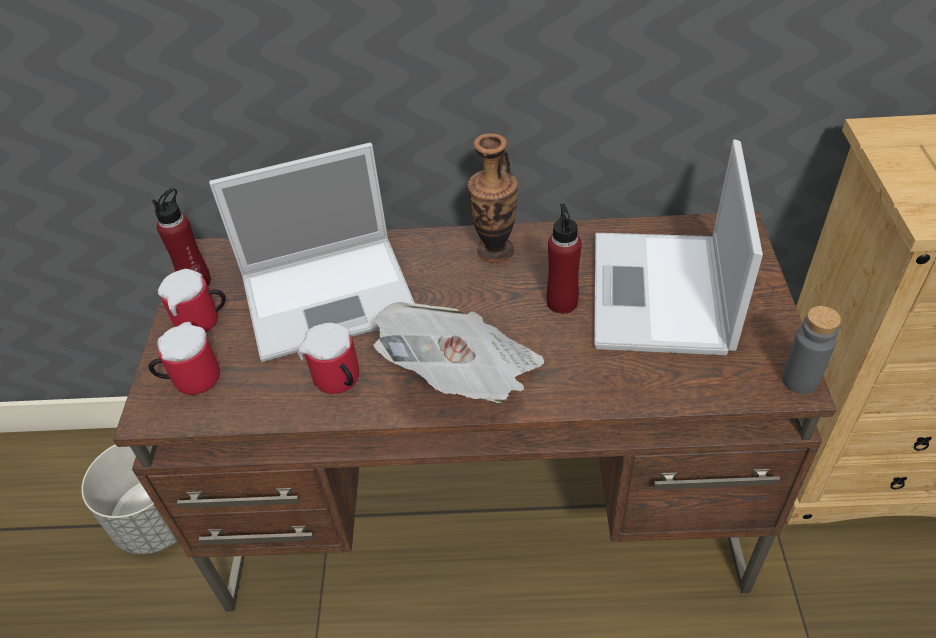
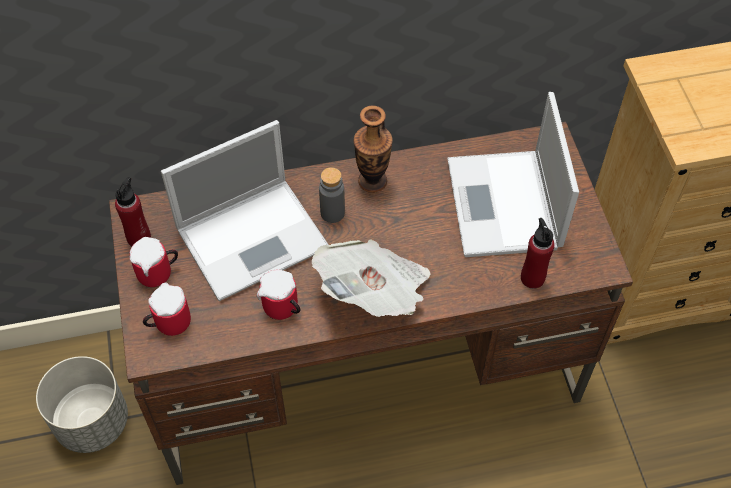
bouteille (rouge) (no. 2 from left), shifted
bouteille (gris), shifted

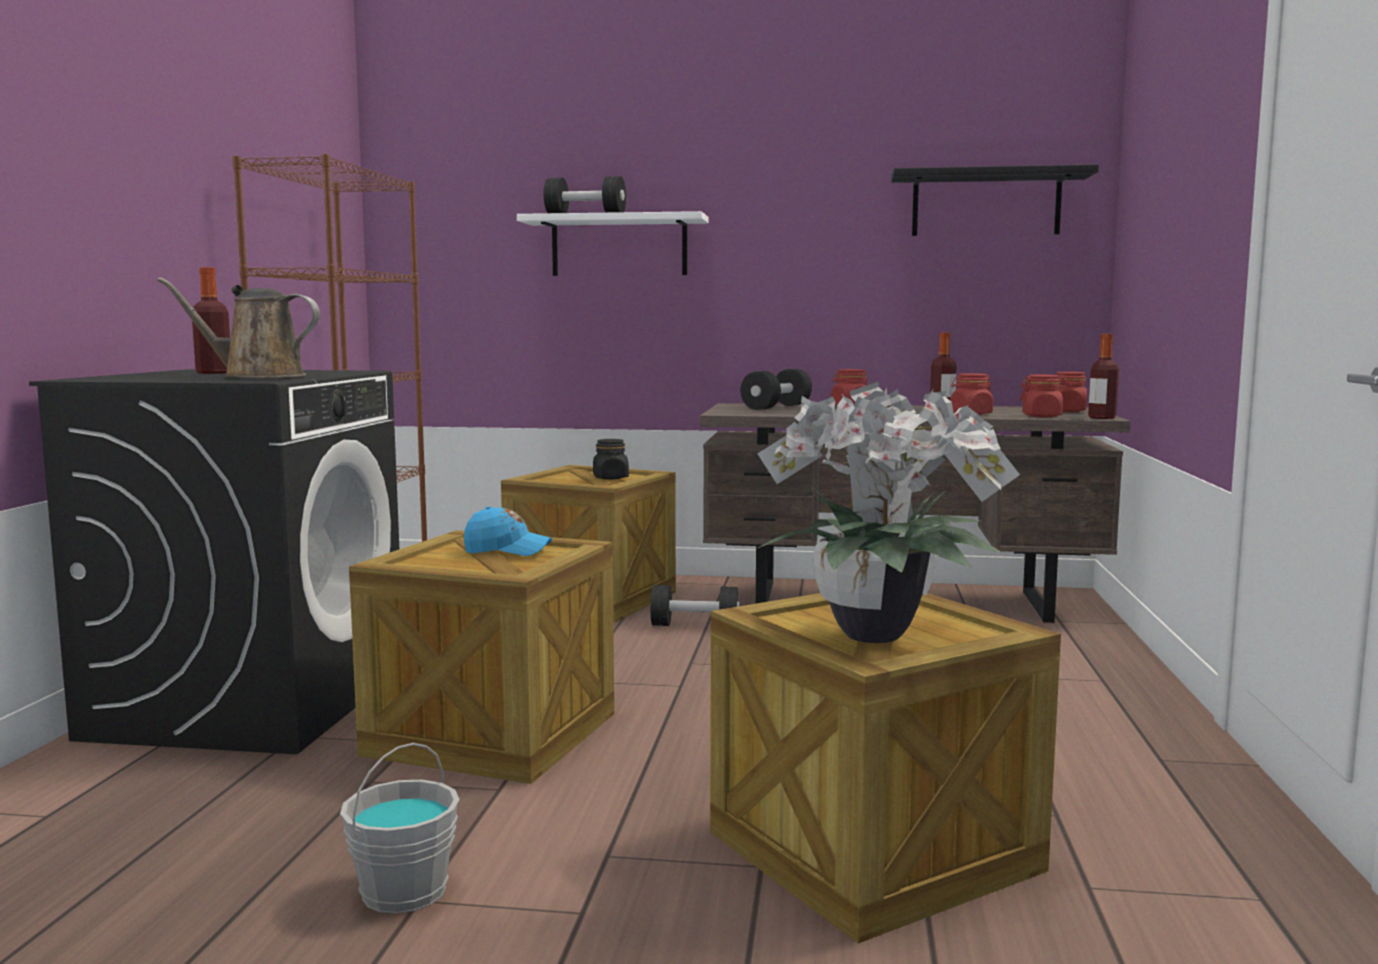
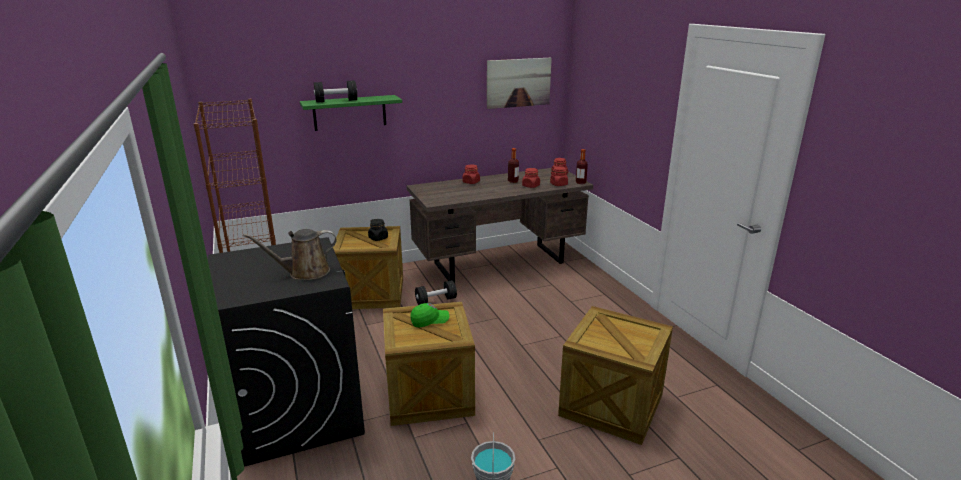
bouteille (no. 1 from left) -> none
haltère (noir) (no. 3 from left) -> none
plante en pot -> none
étagère (noir) -> tableau
casquette (bleu) -> casquette (vert)
étagère (blanc) -> étagère (vert)

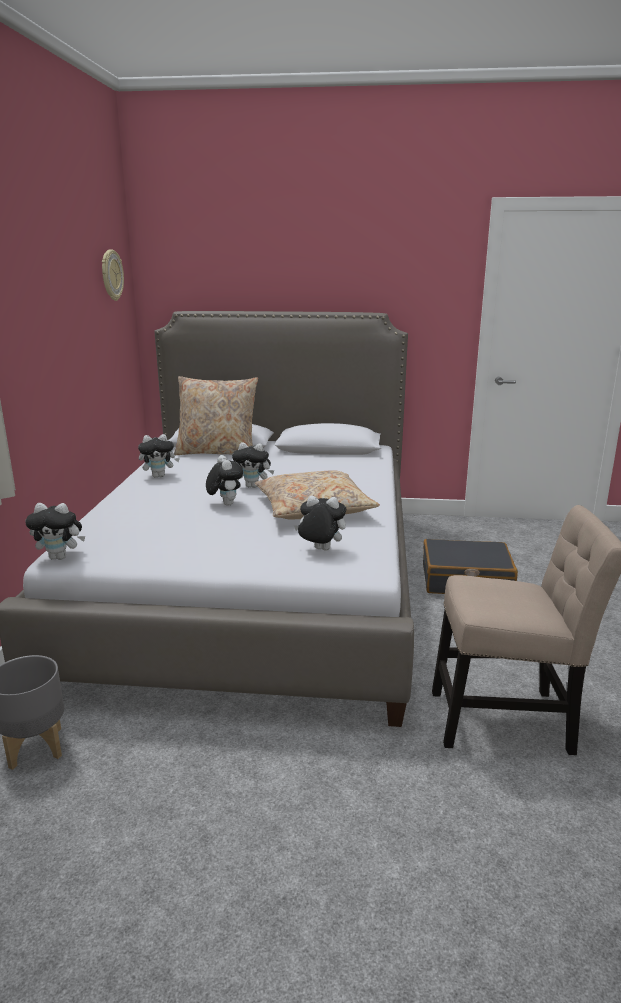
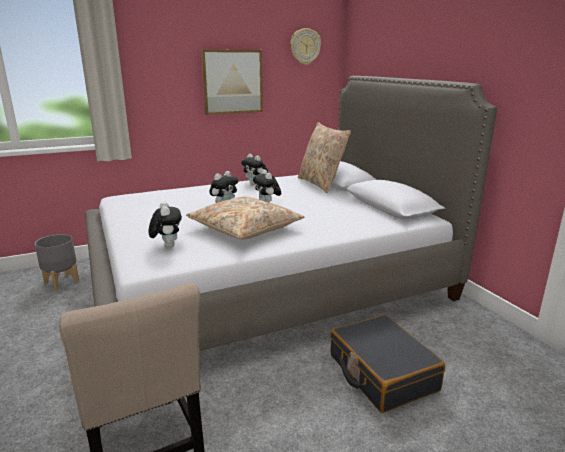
peluche (no. 1 from left) -> none
none -> tableau

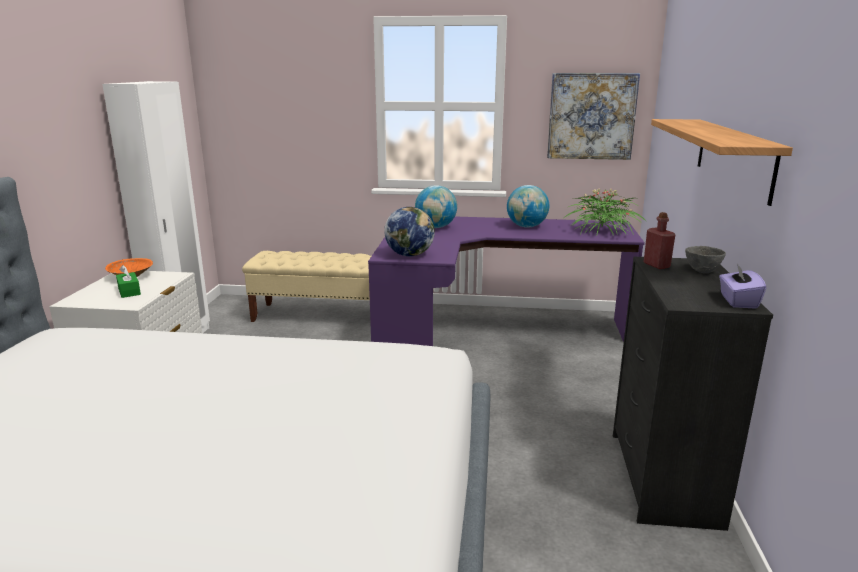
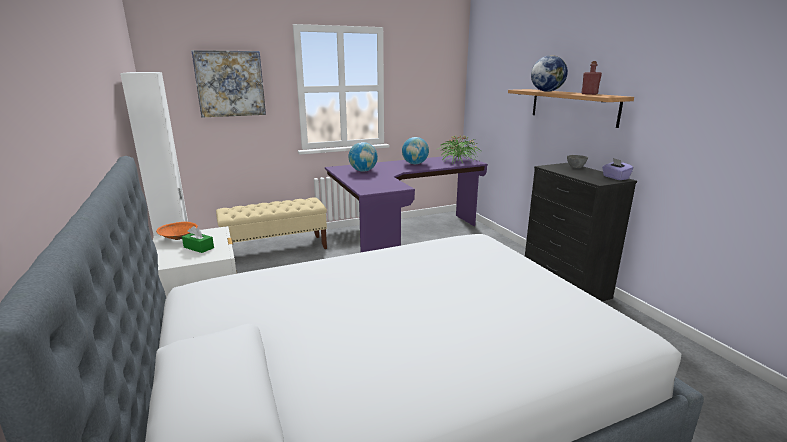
globe (no. 1 from left in the first image) -> globe (no. 3 from left), shifted
tableau, shifted
bouteille (rouge), shifted

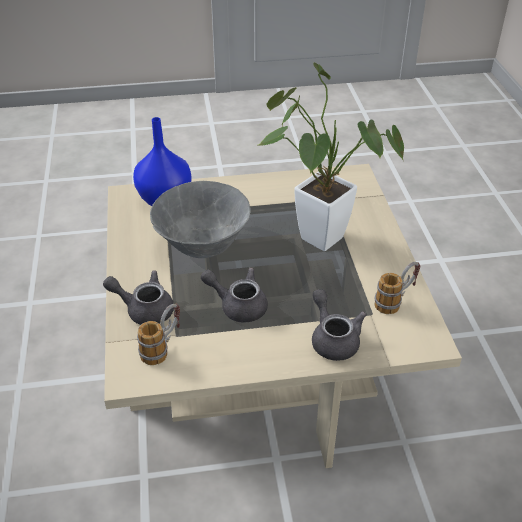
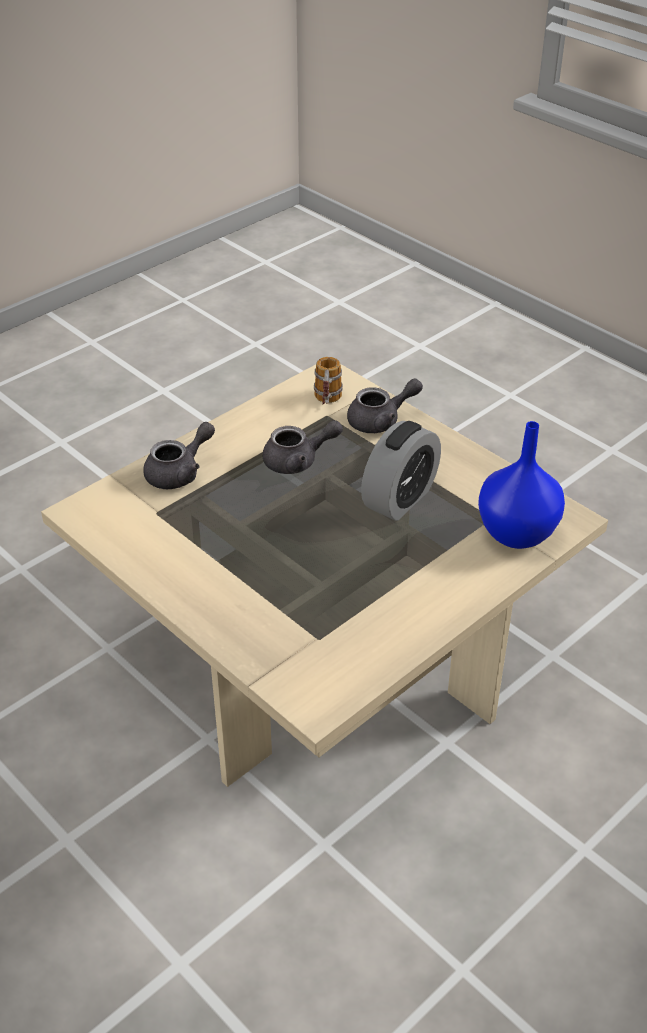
plante en pot -> none
mug (no. 2 from left) -> none
bol (gris) -> réveil
théière (gris) (no. 3 from left in the first image) -> théière (gris) (no. 1 from left), 75 degrees counterclockwise

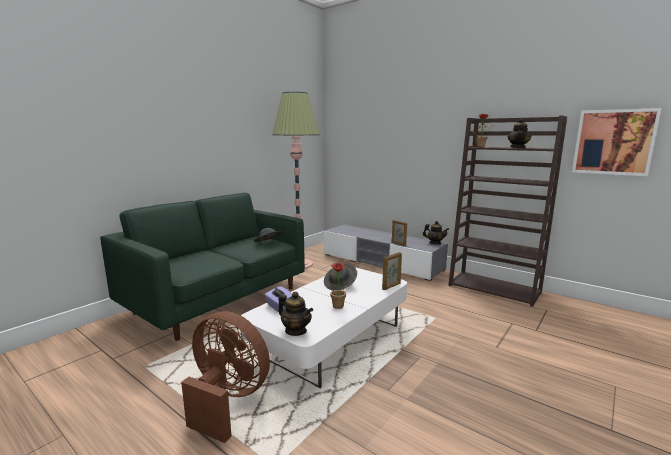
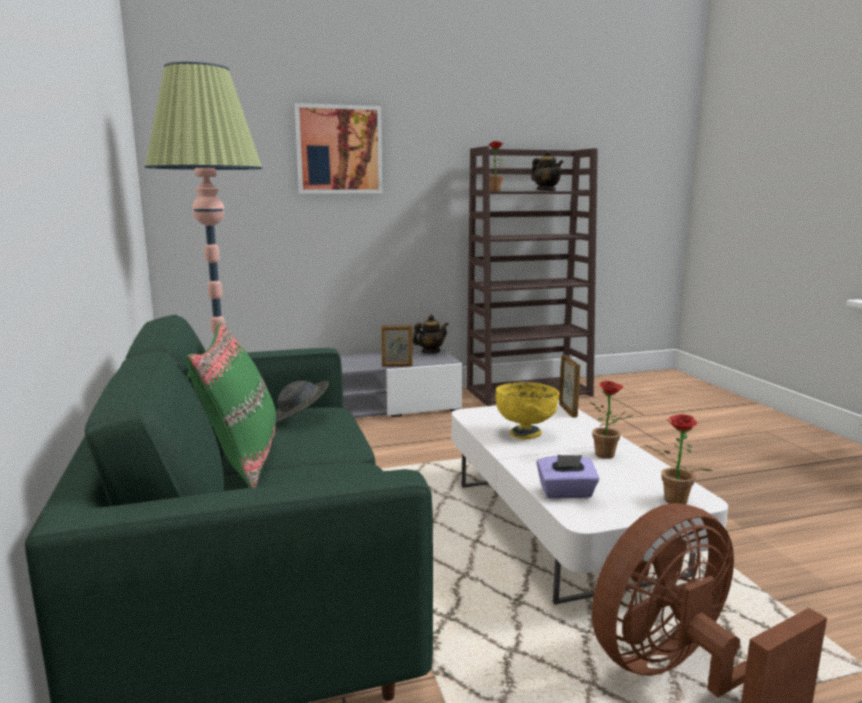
none -> coussin (vert)
tableau, shifted
théière (no. 1 from left) -> plante en pot (no. 3 from left)
chapeau (gris) (no. 2 from left) -> bol (jaune)

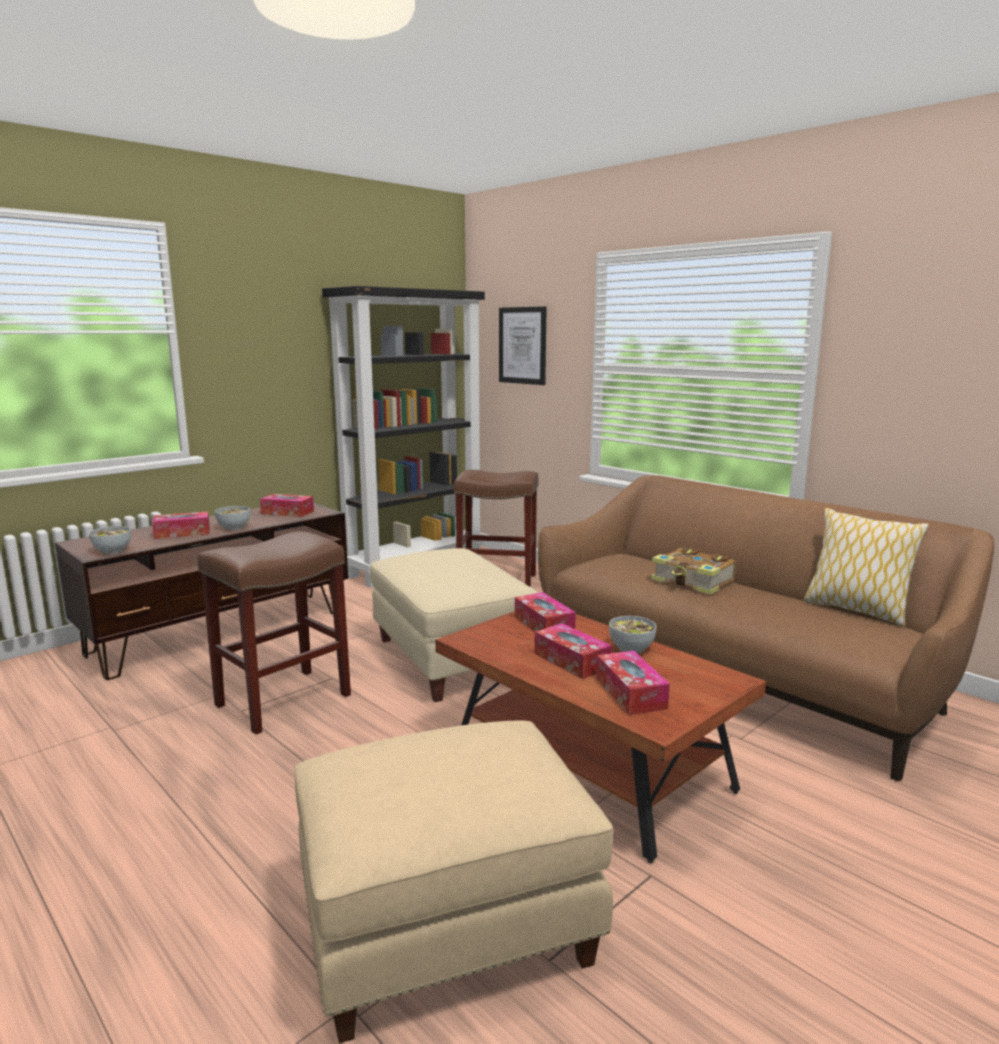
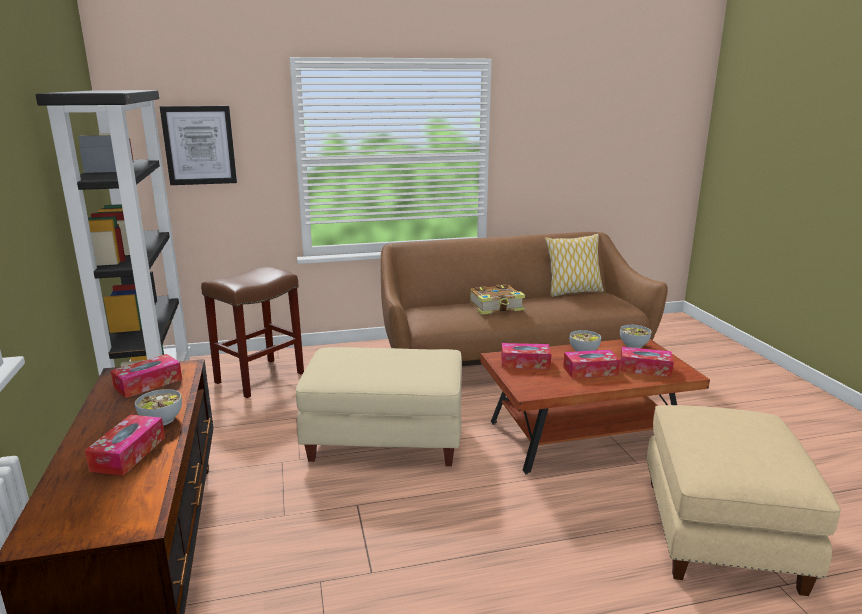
tabouret (marron) (no. 1 from left) -> none
bol (no. 1 from left in the first image) -> bol (no. 3 from left), shifted

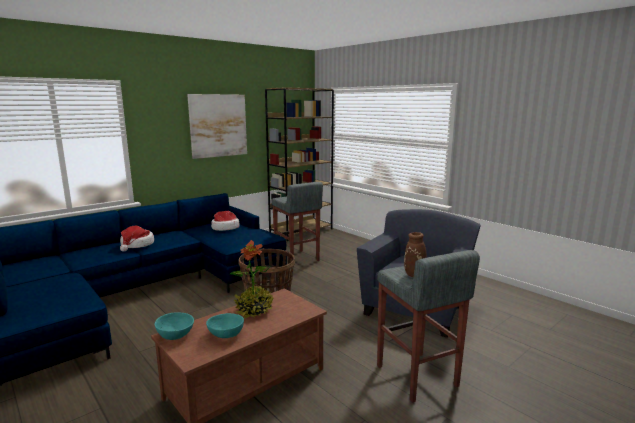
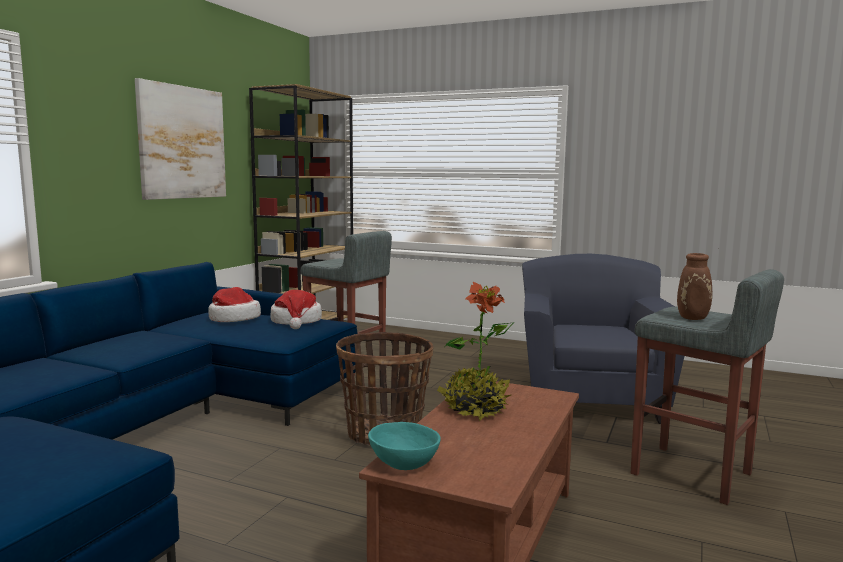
bol (turquoise) (no. 2 from left) -> none
chapeau (no. 1 from left in the first image) -> chapeau (no. 2 from left), shifted

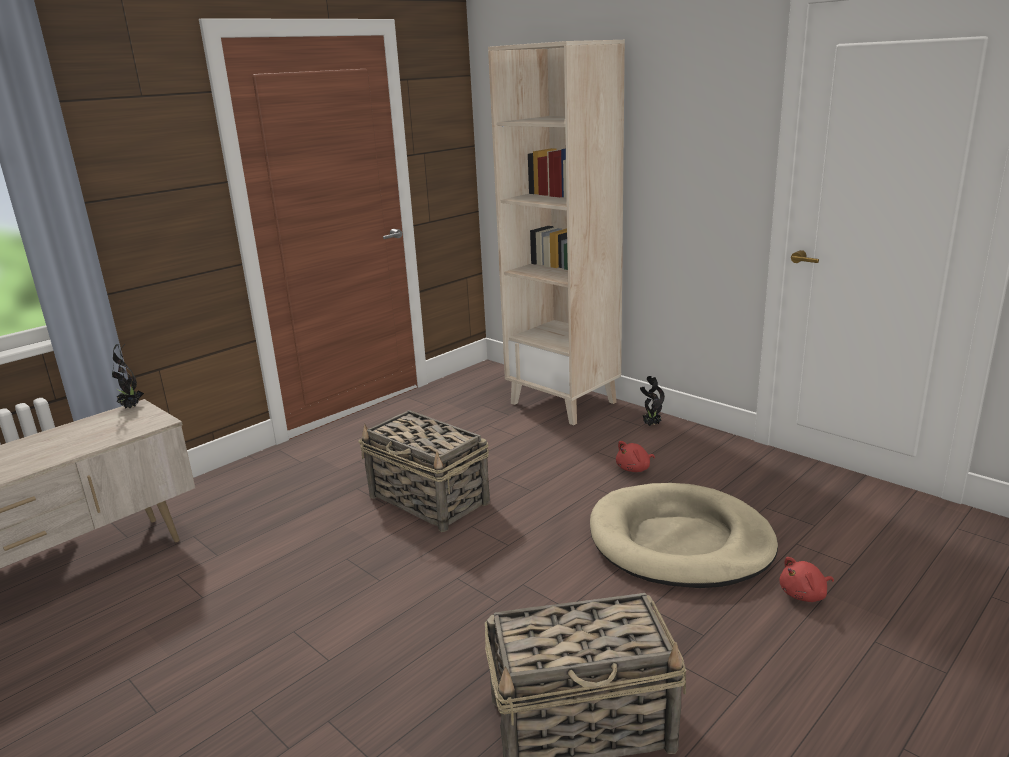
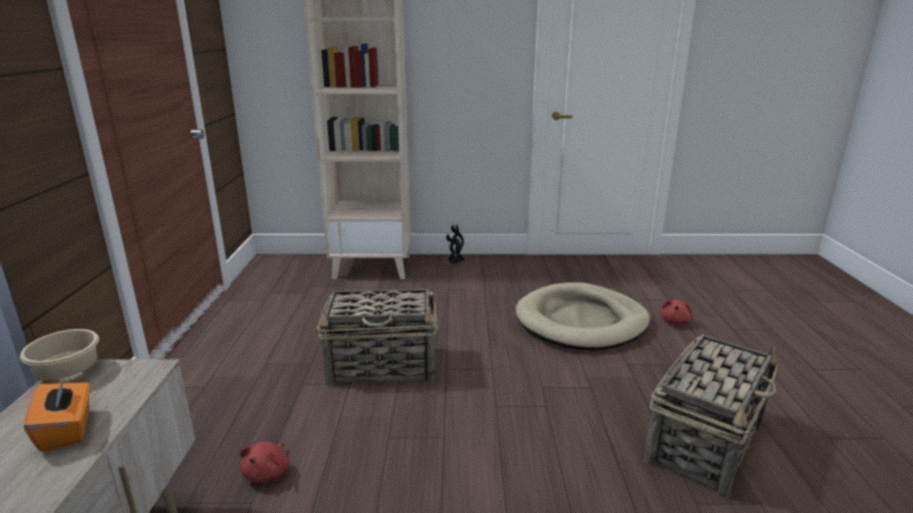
none -> boîte à mouchoirs (orange)
peluche (rouge) (no. 1 from left), shifted
plante en pot (no. 1 from left) -> bol (beige)

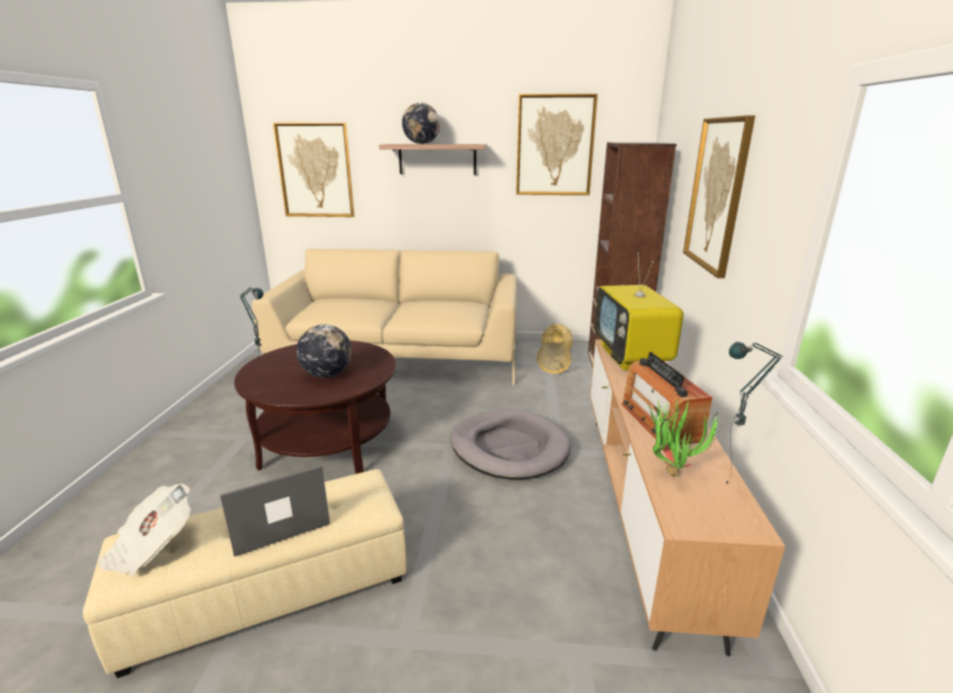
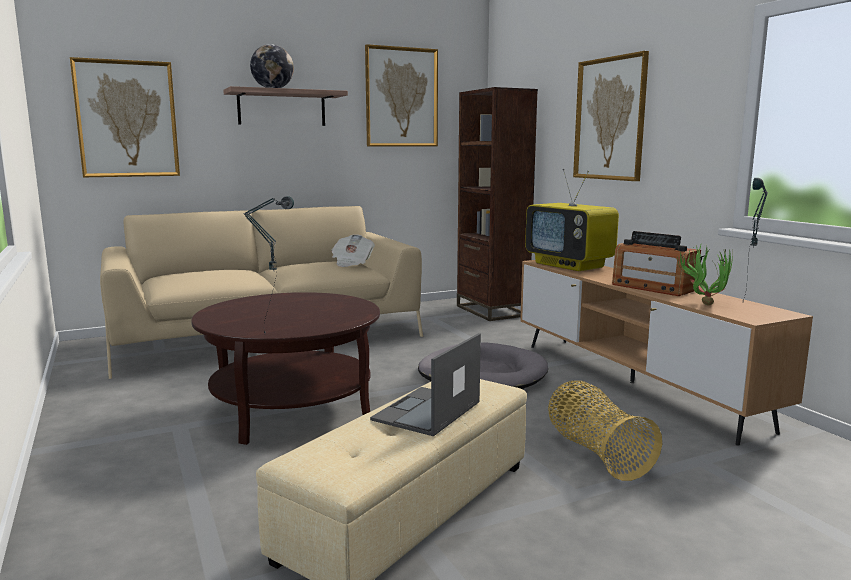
globe (no. 1 from left) -> none
journal, shifted
panier, shifted

